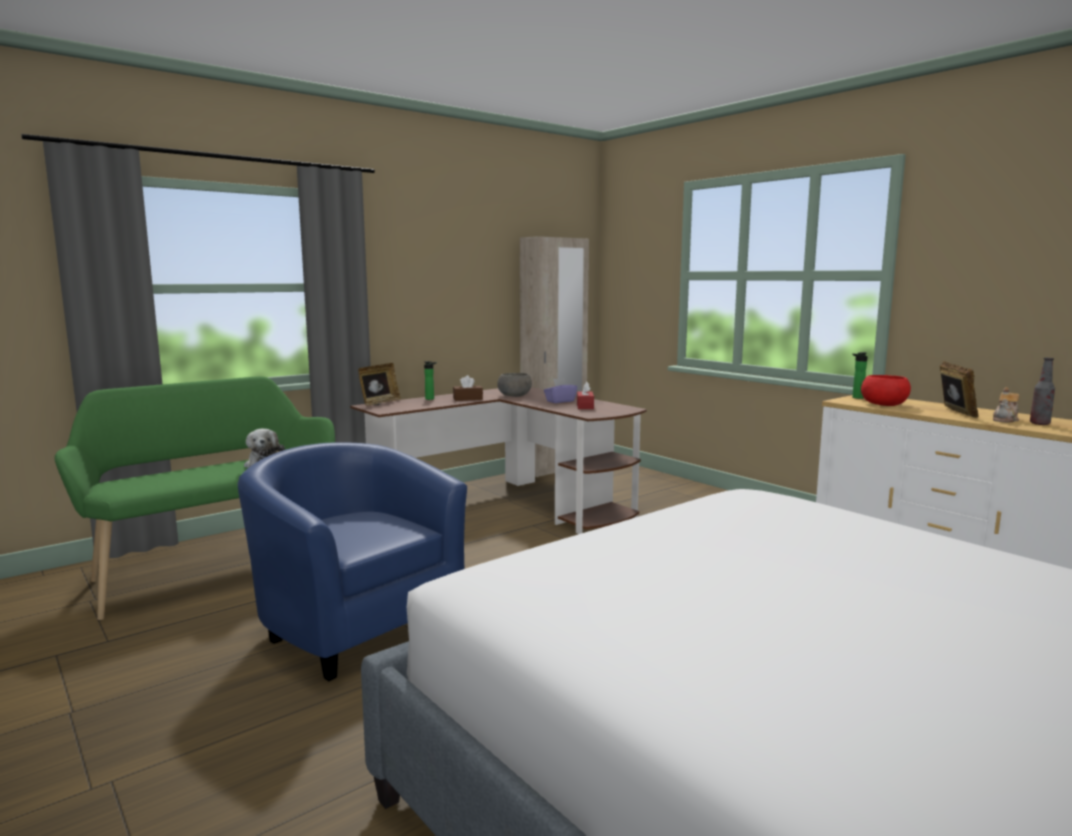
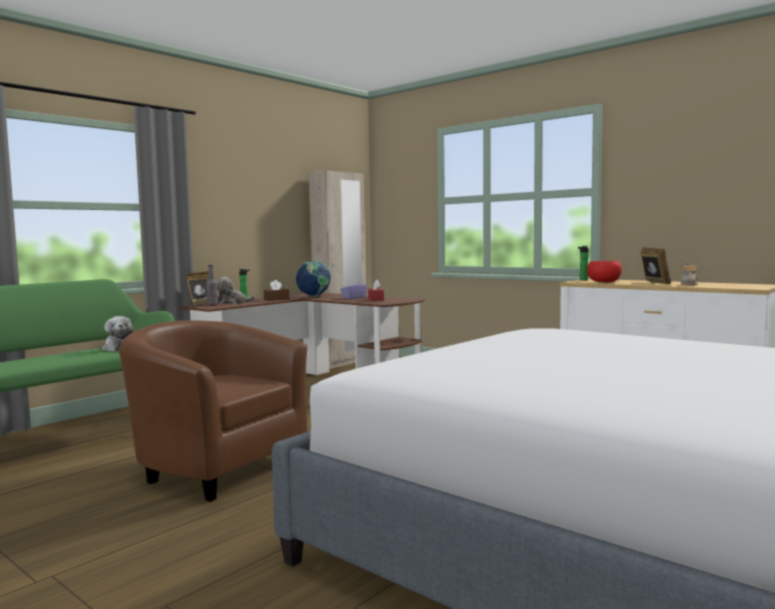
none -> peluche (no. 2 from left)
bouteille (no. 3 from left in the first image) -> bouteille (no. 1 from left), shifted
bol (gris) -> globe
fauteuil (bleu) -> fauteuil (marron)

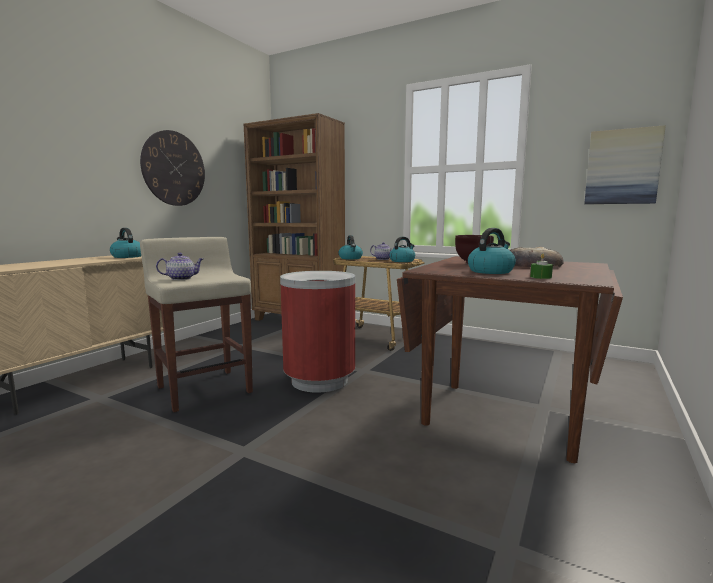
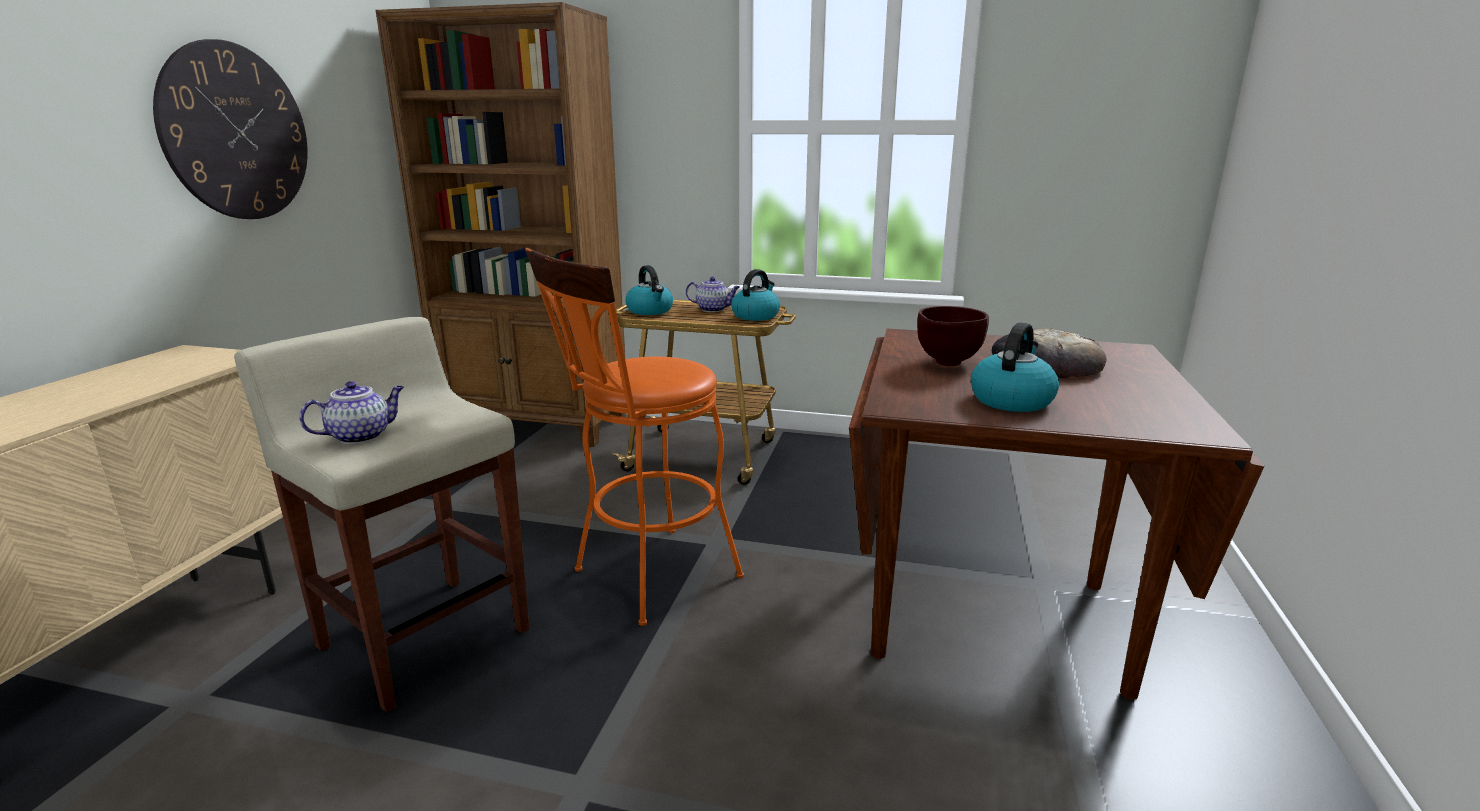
bouilloire (no. 1 from left) -> none
bougie (vert) -> none
tableau -> none
poubelle (rouge) -> tabouret (orange)

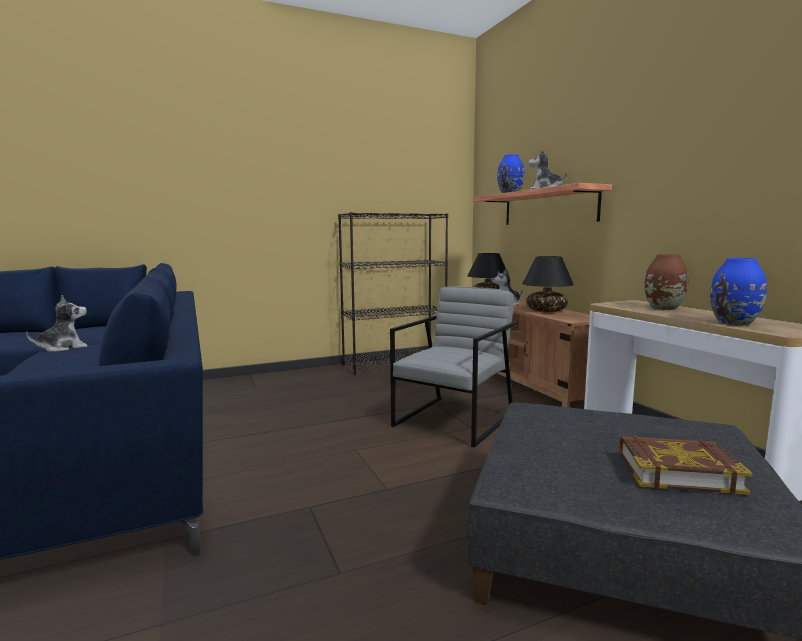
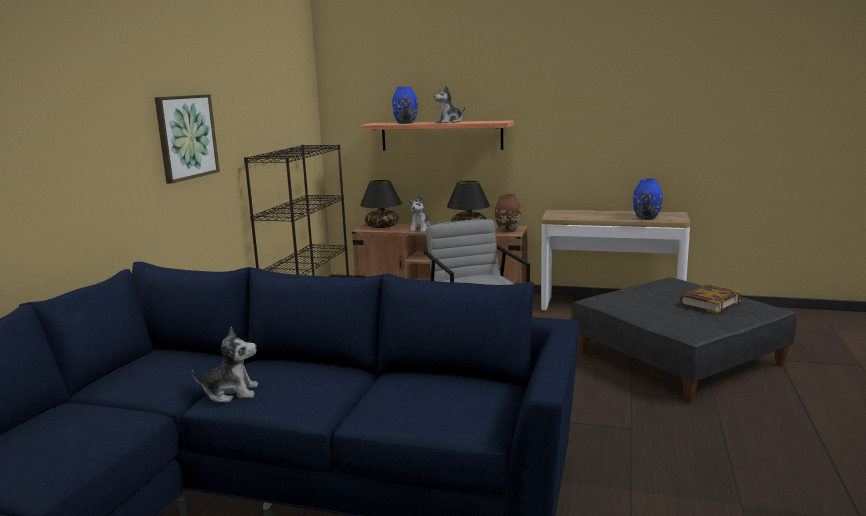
none -> tableau
vase (marron), shifted
peluche (no. 1 from left), 90 degrees clockwise

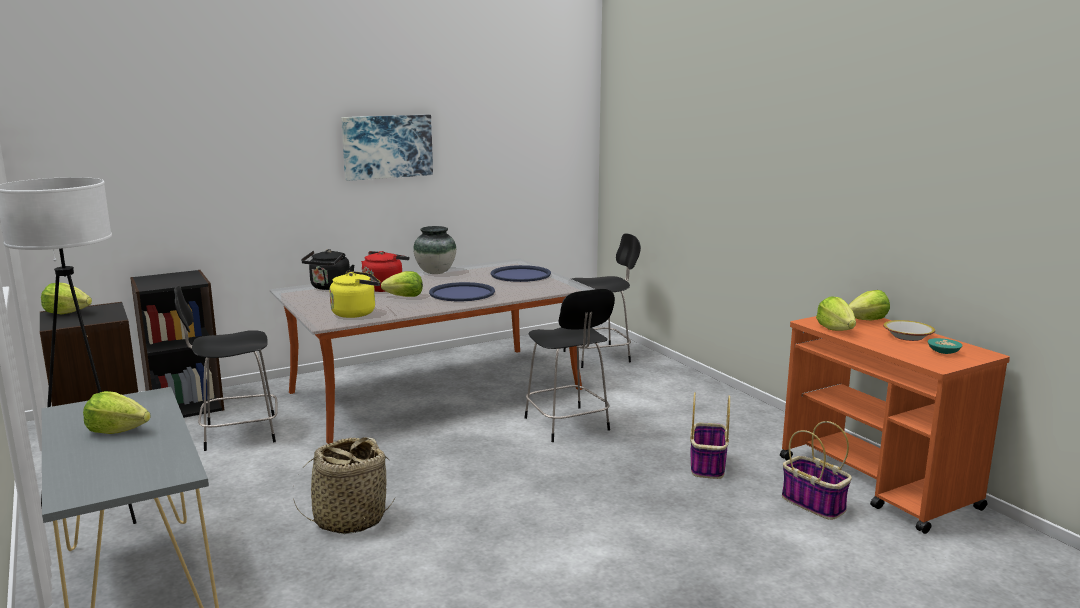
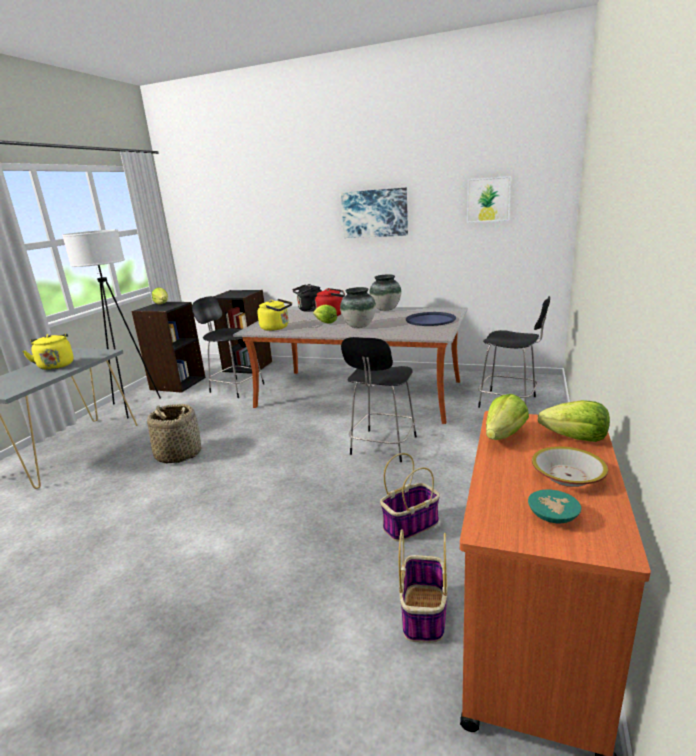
none -> tableau (no. 2 from left)
laitue (no. 2 from left) -> bouilloire (jaune) (no. 1 from left)
plateau (bleu) (no. 1 from left) -> vase (no. 1 from left)

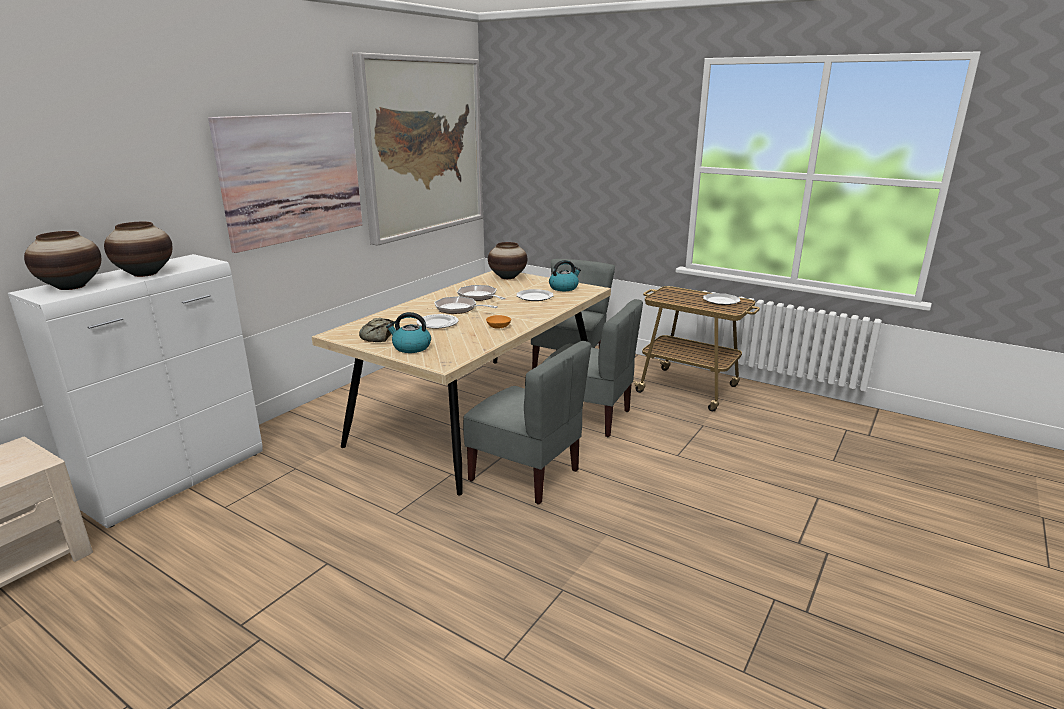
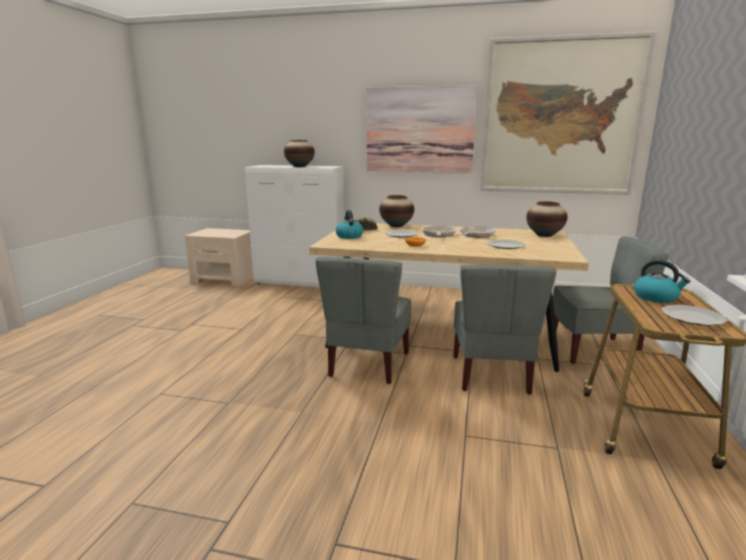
vase (no. 1 from left in the first image) -> vase (no. 2 from left), shifted
bouilloire (no. 2 from left), shifted

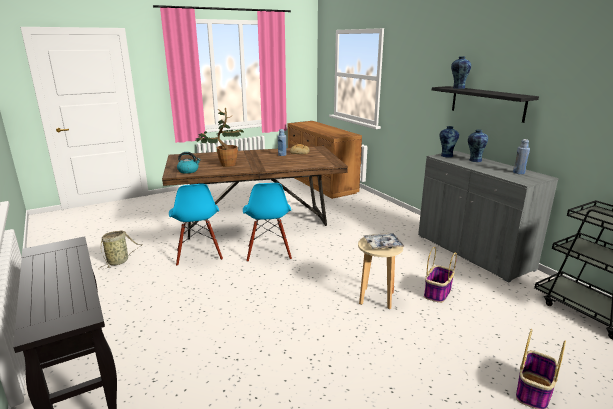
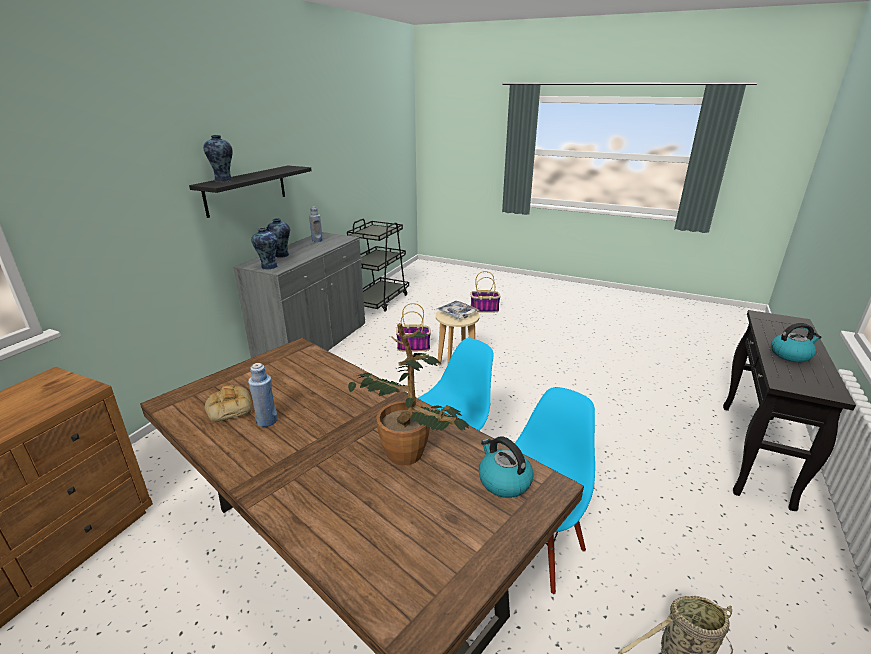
none -> bouilloire (no. 2 from left)

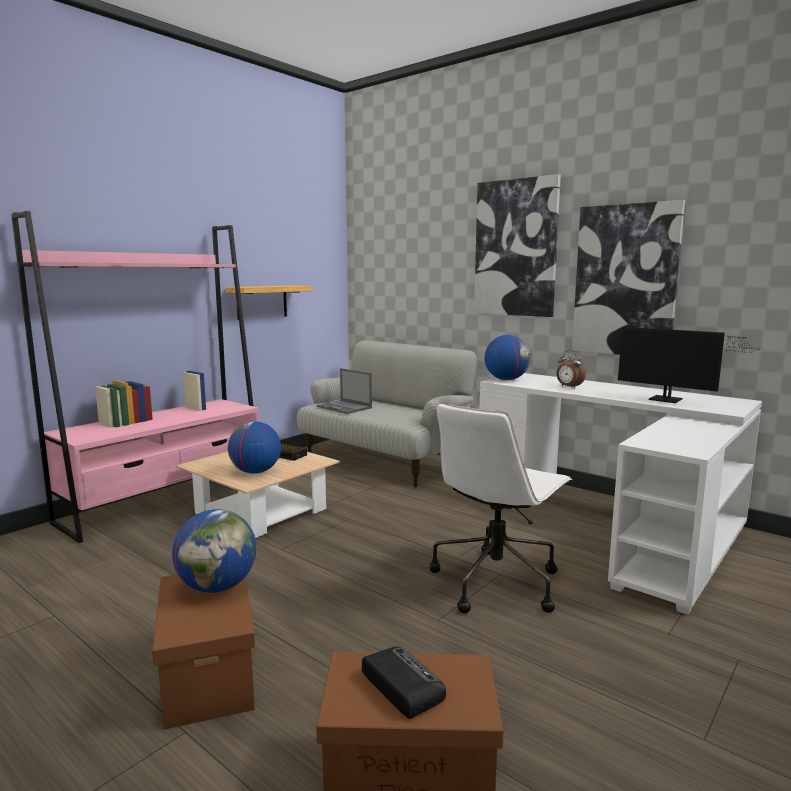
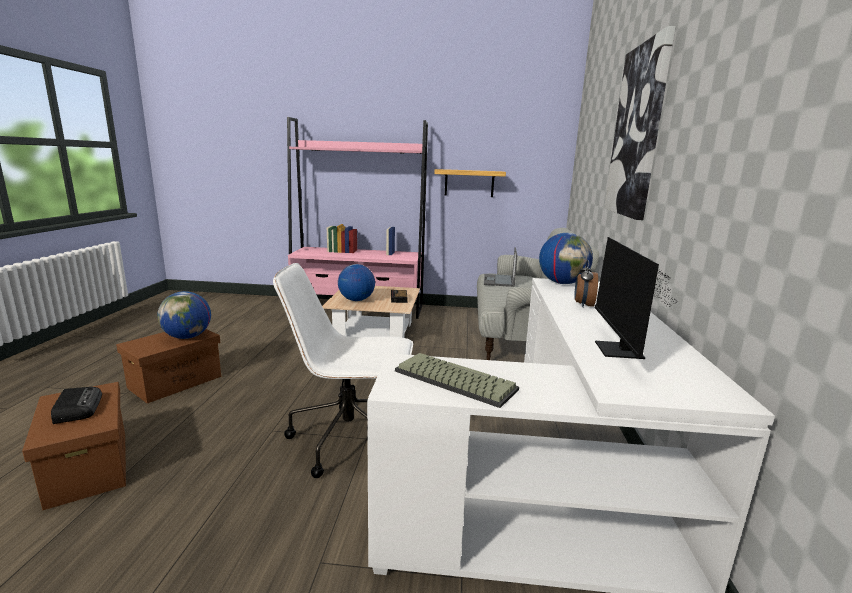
tableau (no. 2 from left) -> none
none -> clavier
radio, 45 degrees counterclockwise

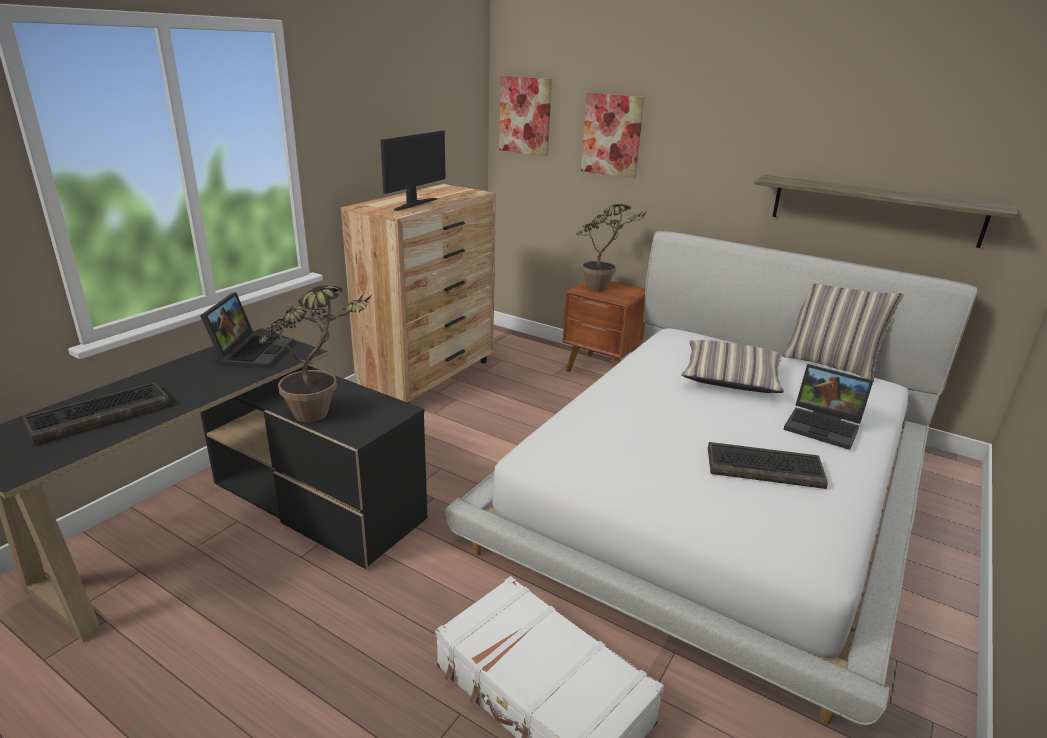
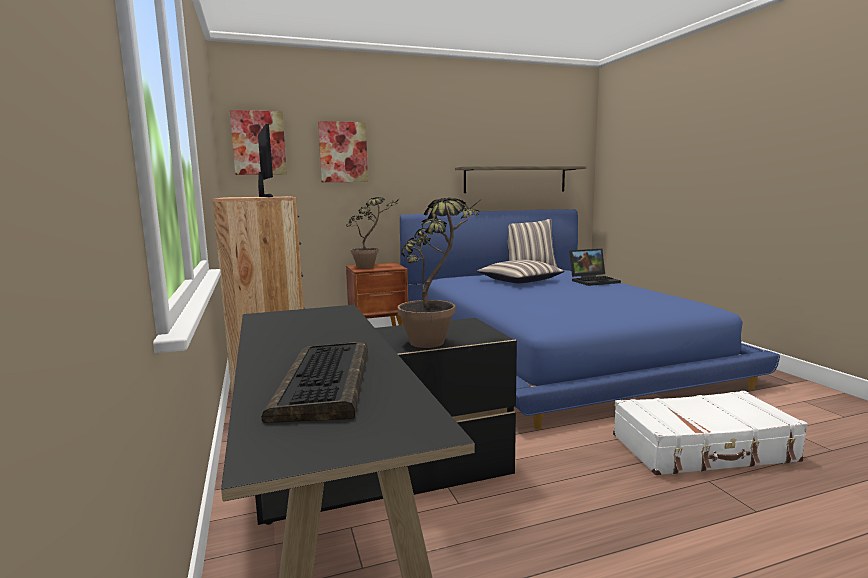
ordinateur portable (no. 1 from left) -> none
clavier (no. 2 from left) -> none
lit (blanc) -> lit (bleu)

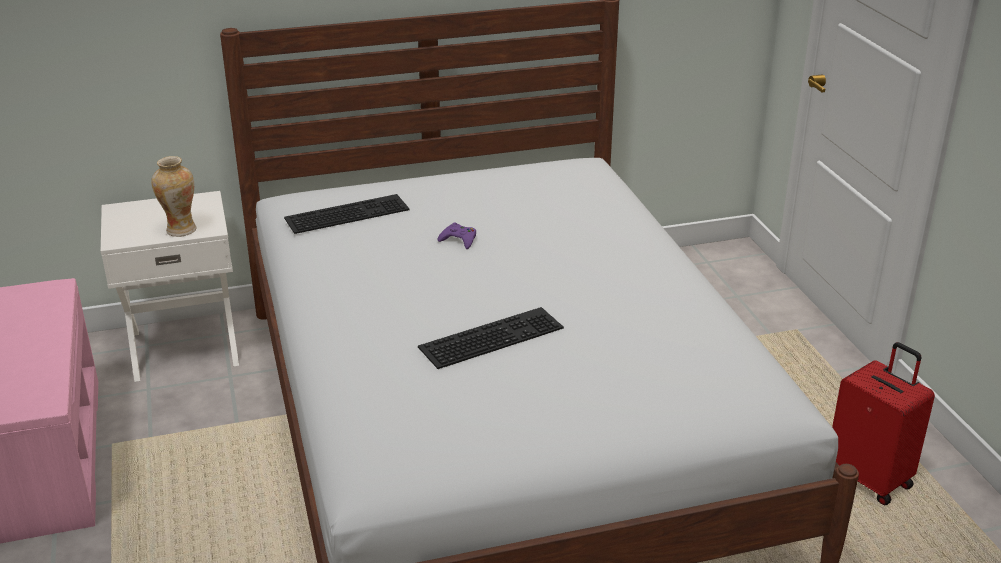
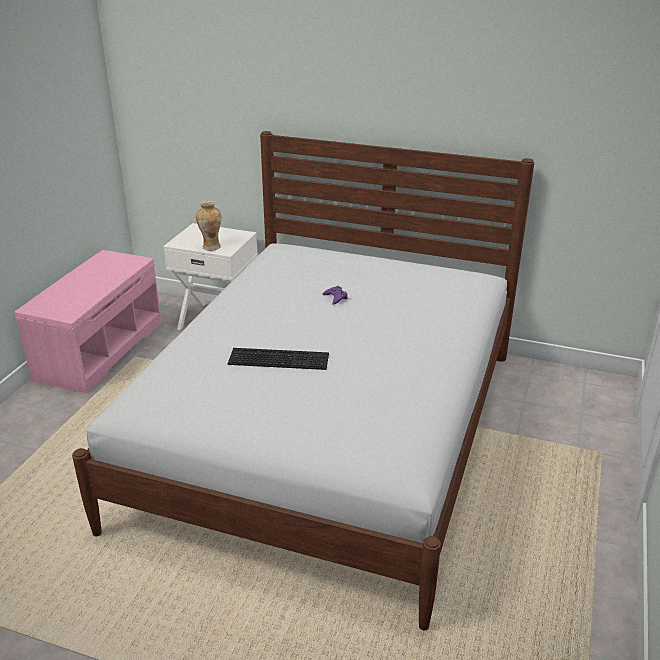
clavier (no. 1 from left) -> none
valise (rouge) -> none

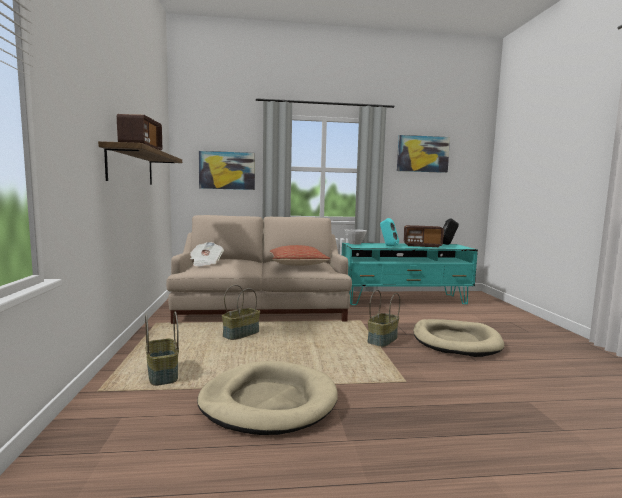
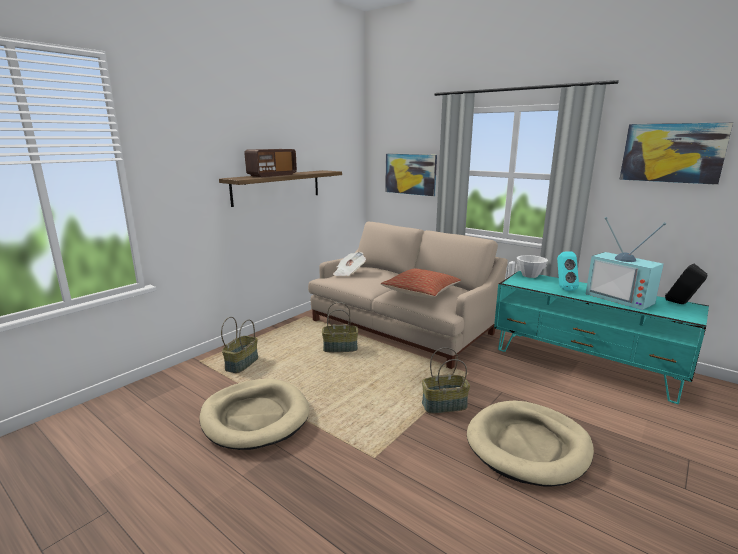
radio (no. 2 from left) -> téléviseur

